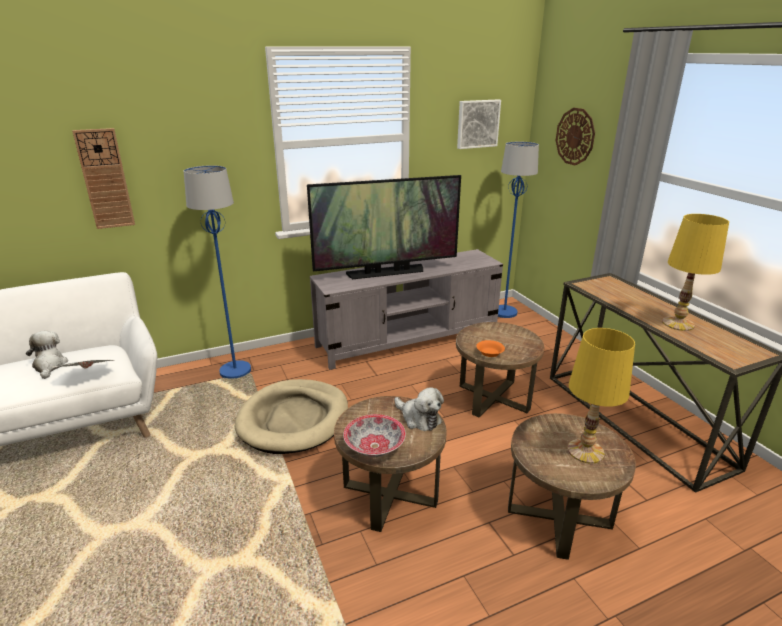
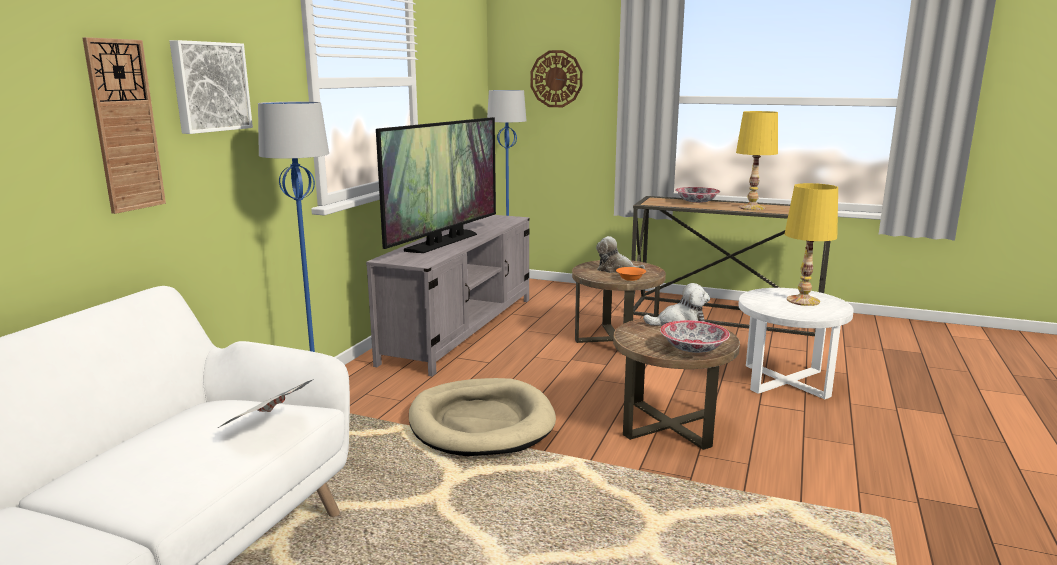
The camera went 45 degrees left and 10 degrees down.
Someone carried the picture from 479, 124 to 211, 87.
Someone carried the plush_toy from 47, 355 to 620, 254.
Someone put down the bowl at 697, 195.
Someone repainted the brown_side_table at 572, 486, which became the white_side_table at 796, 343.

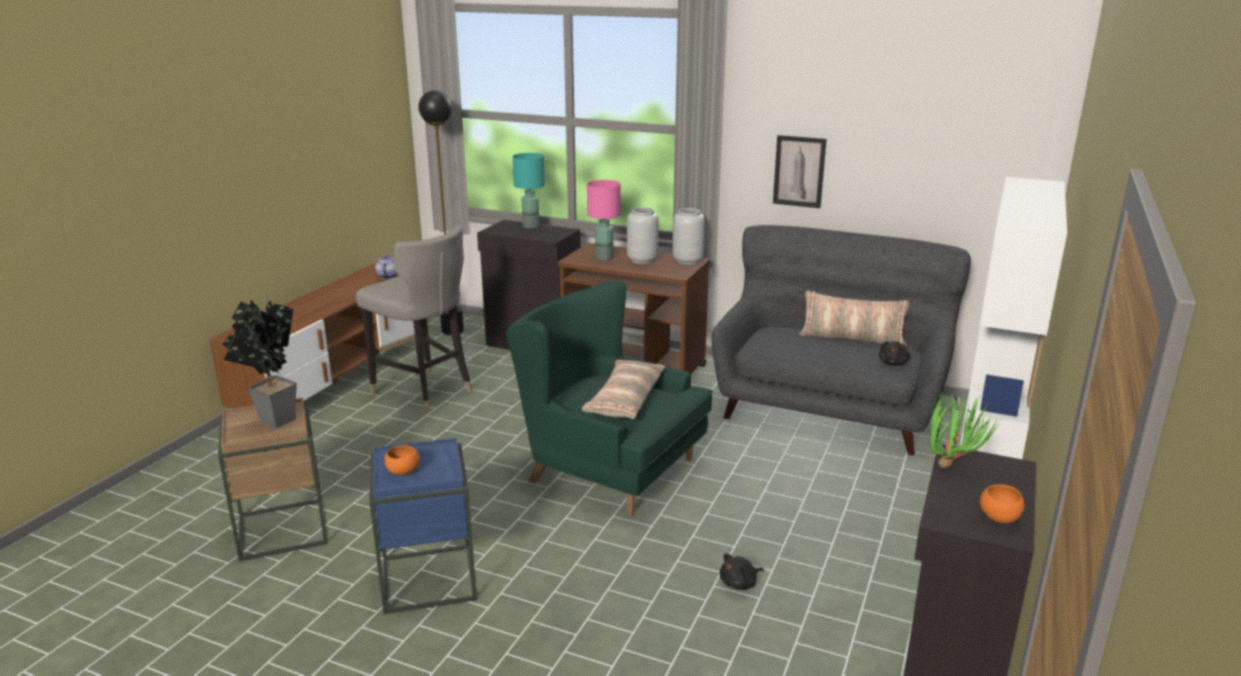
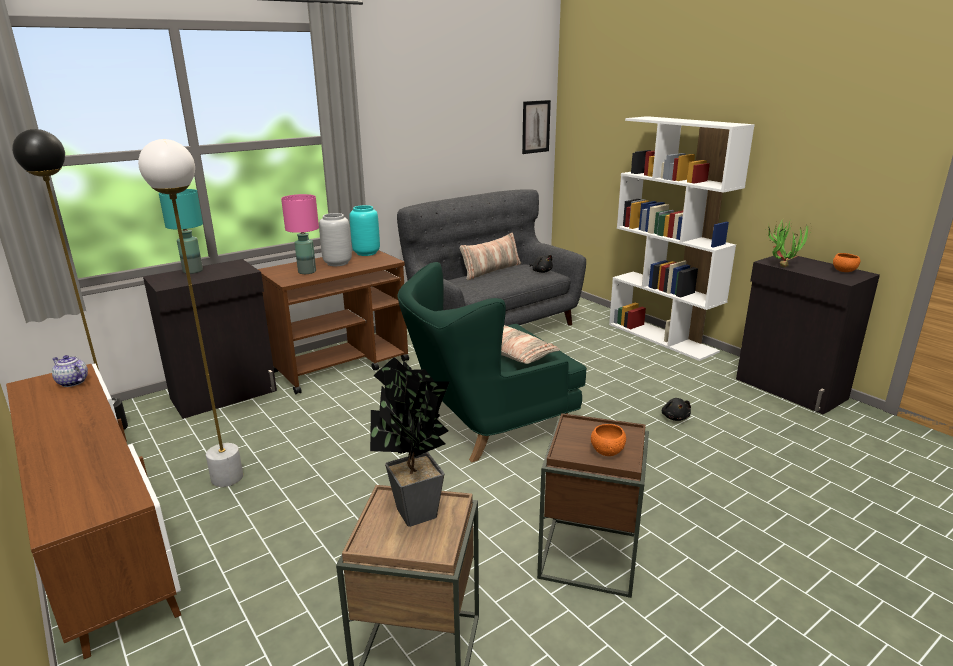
The camera went 60 degrees left and 0 degrees up.
Someone swapped the grey_stool at 414, 319 for the white_floor_lamp at 190, 313.
Someone repainted the grey_vase at 689, 236, which became the turquoise_vase at 364, 230.
Someone carried the picture from 800, 171 to 536, 127.
Someone repainted the blue_side_table at 423, 526, which became the brown_side_table at 593, 505.

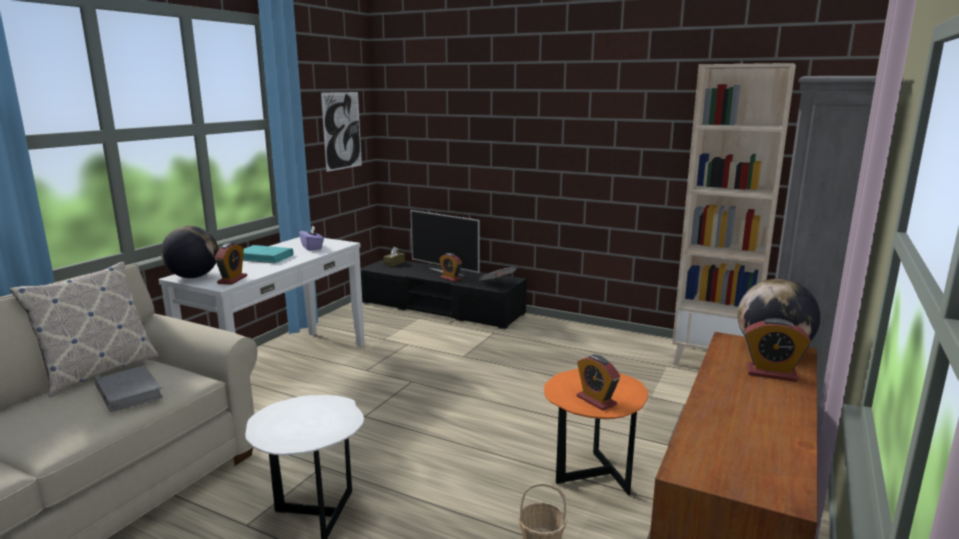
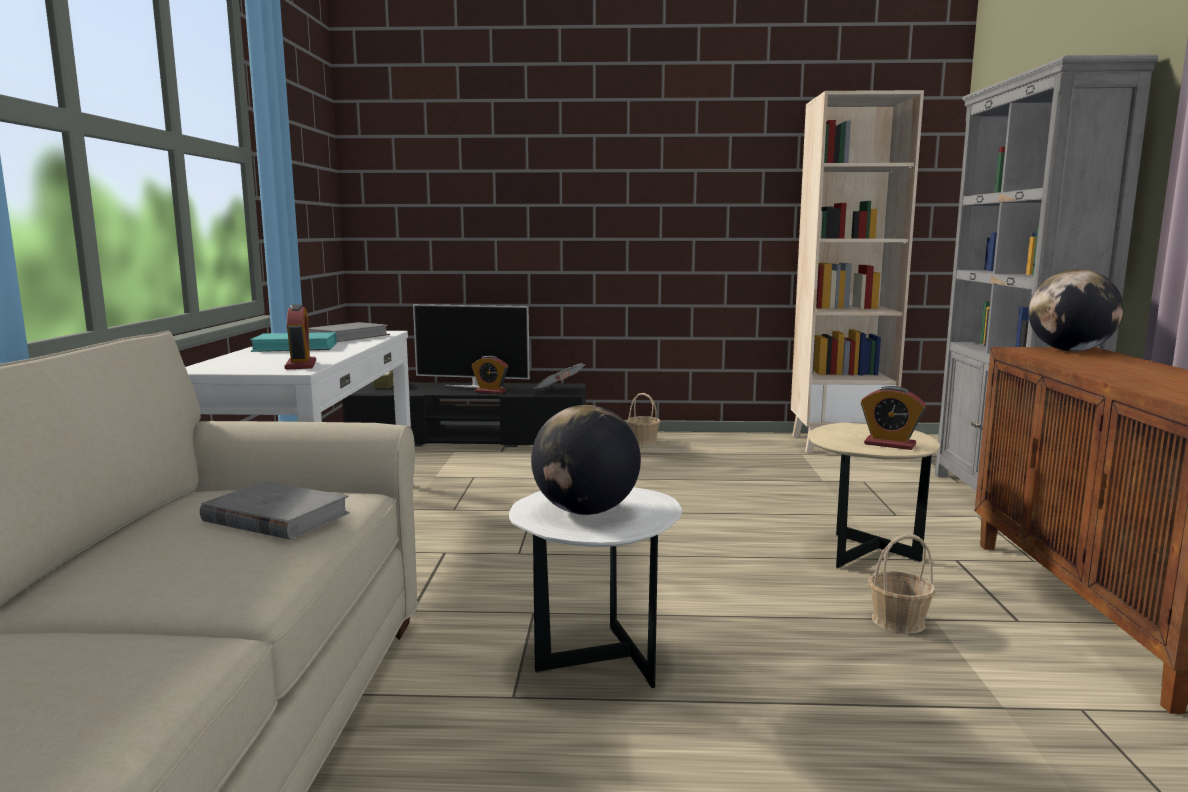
The camera went 25 degrees left and 5 degrees down.
Someone swapped the purple_tissue_box at 311, 238 for the grey_book at 349, 332.
Someone carried the globe from 189, 252 to 586, 460.
Someone put down the basket at 644, 419.
Someone repainted the orange_side_table at 596, 432, which became the beige_side_table at 874, 496.
Someone took away the pillow at 84, 329.
Someone took away the picture at 341, 132.
Someone took away the alarm_clock at 777, 350.

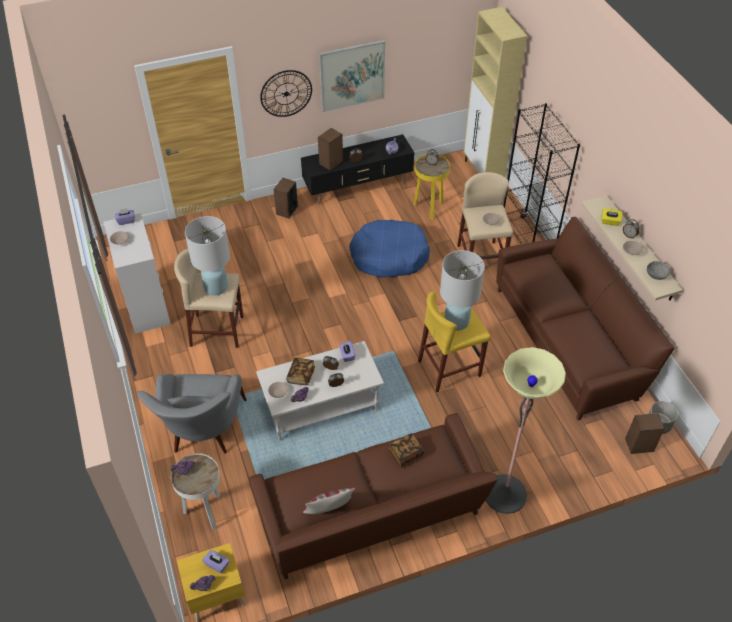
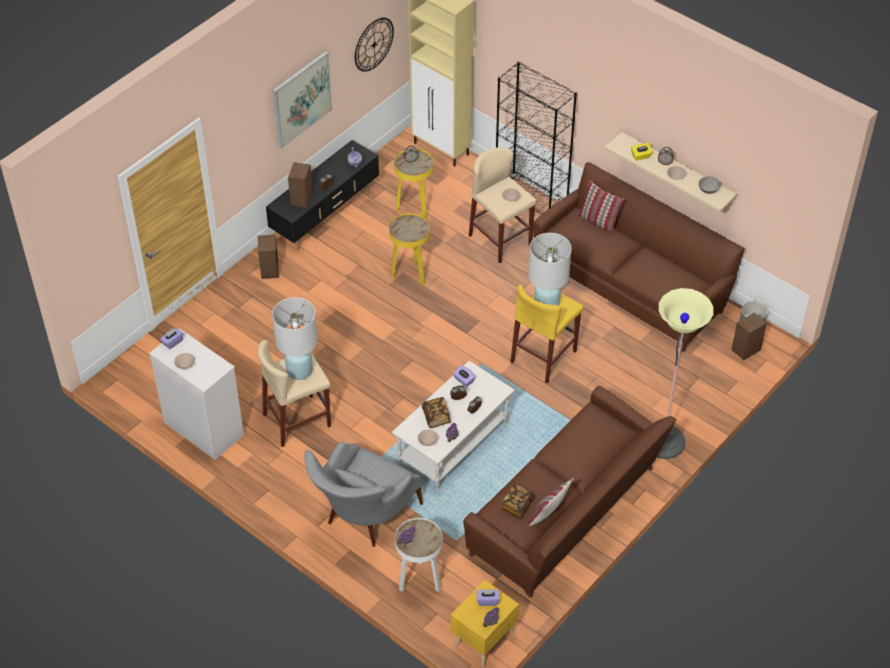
The camera went 30 degrees left and 0 degrees up.
Someone rotated the grey_armchair at 192, 414 by 60 degrees clockwise.
Someone carried the wall_clock from 286, 93 to 374, 45.
Someone swapped the blue_dog_bed at 389, 248 for the yellow_side_table at 409, 249.
Someone carried the book from 406, 450 to 517, 501.
Someone put down the pillow at 601, 207.

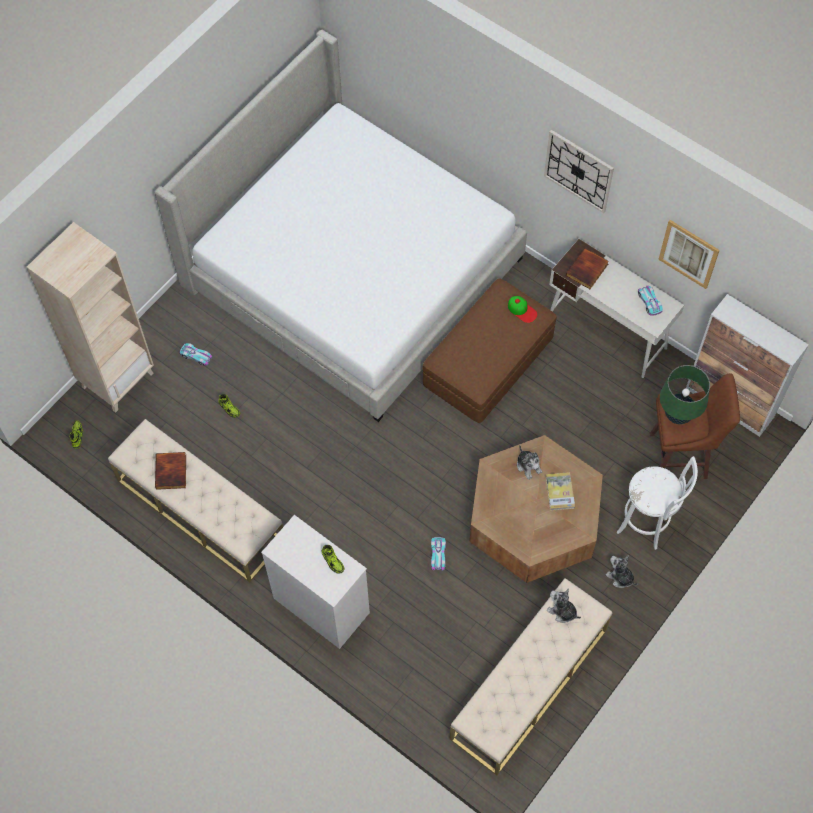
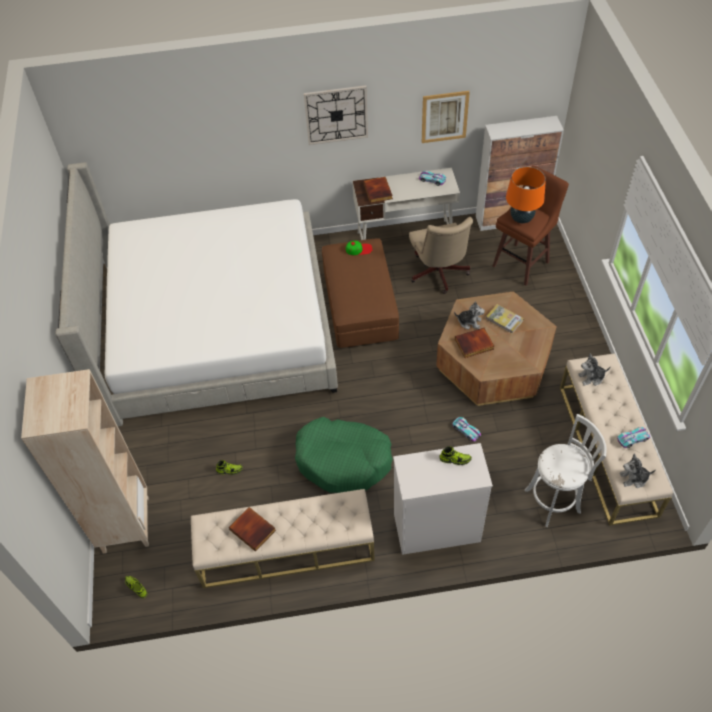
The camera went 45 degrees left and 10 degrees down.
Someone put down the green_dog_bed at 344, 455.
Someone put down the beige_office_chair at 441, 255.
Someone put down the book at 474, 343.
Someone repainted the green_table_lamp at 685, 394, which became the orange_table_lamp at 526, 195.
Someone carried the white_stool from 657, 503 to 565, 470.
Someone carried the toy_car from 195, 354 to 633, 437.
Someone carried the plush_toy from 621, 571 to 638, 471.

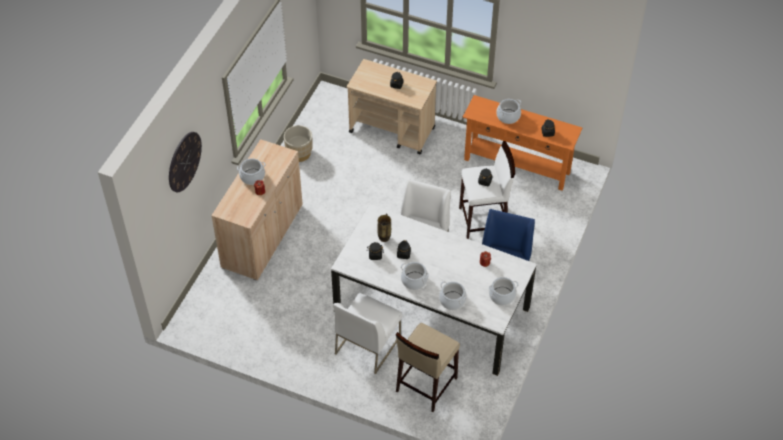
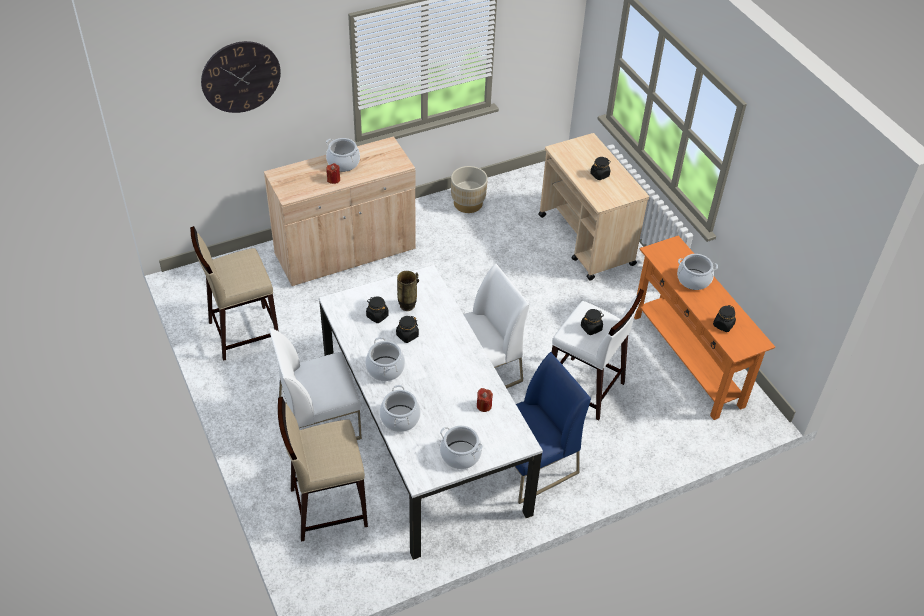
The camera went 40 degrees right and 5 degrees down.
Someone put down the beige_stool at 234, 293.

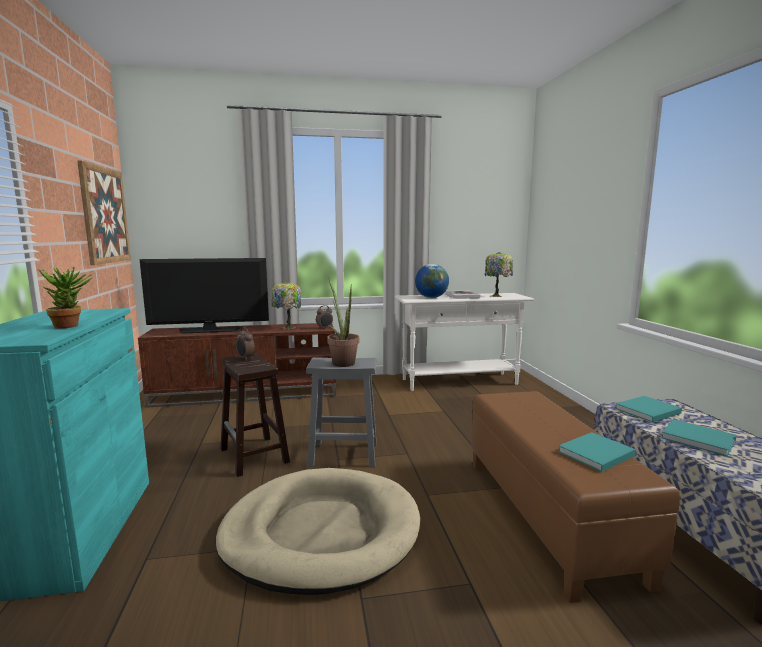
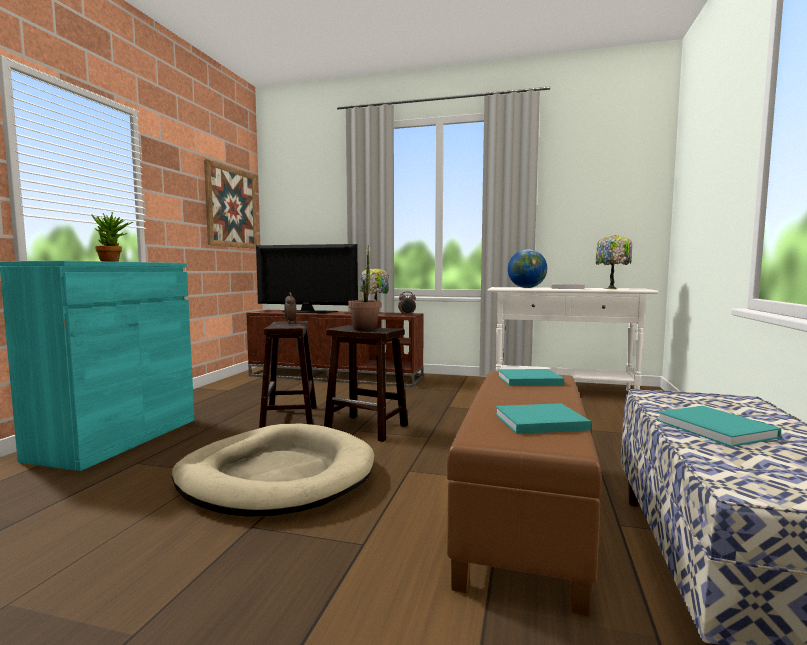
The camera went 25 degrees right and 5 degrees down.
Someone repainted the grey_stool at 341, 412, which became the brown_stool at 366, 383.
Someone carried the turquoise_book from 648, 409 to 531, 377.

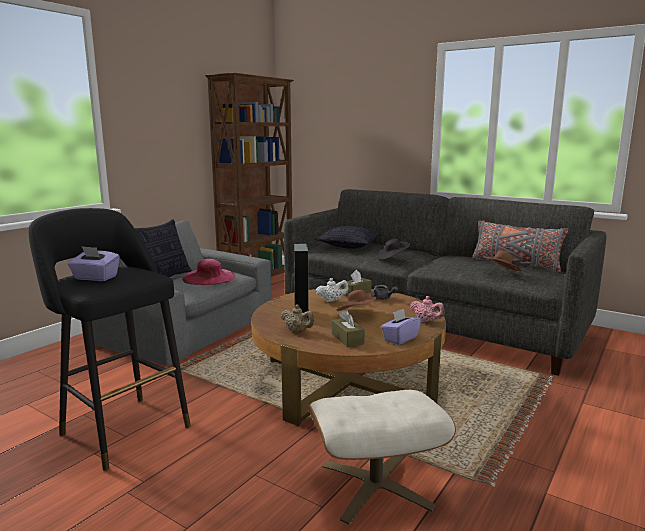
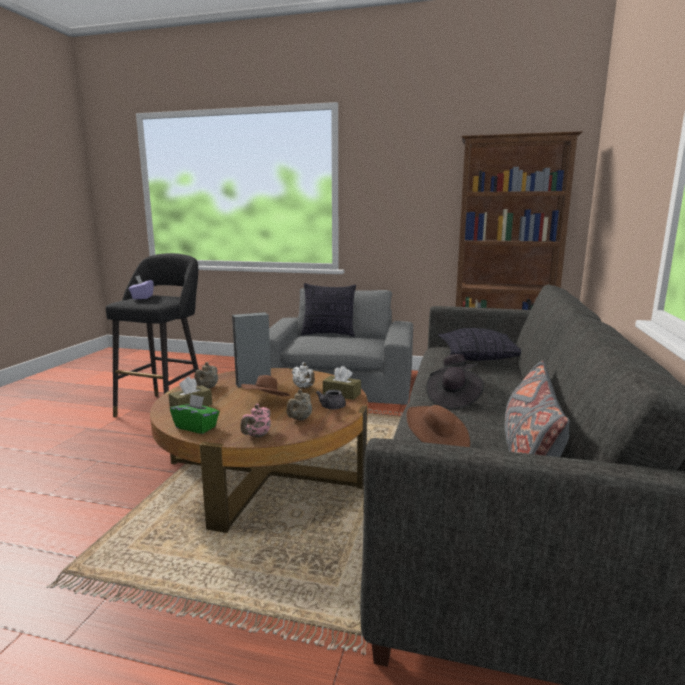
The camera went 70 degrees right and 0 degrees up.
Someone repainted the purple_tissue_box at 401, 326, which became the green_tissue_box at 195, 414.
Someone put down the beige_teapot at 299, 405.
Someone put down the black_hat at 455, 388.
Someone took away the pink_hat at 209, 272.
Someone took away the beige_ottoman at 382, 457.

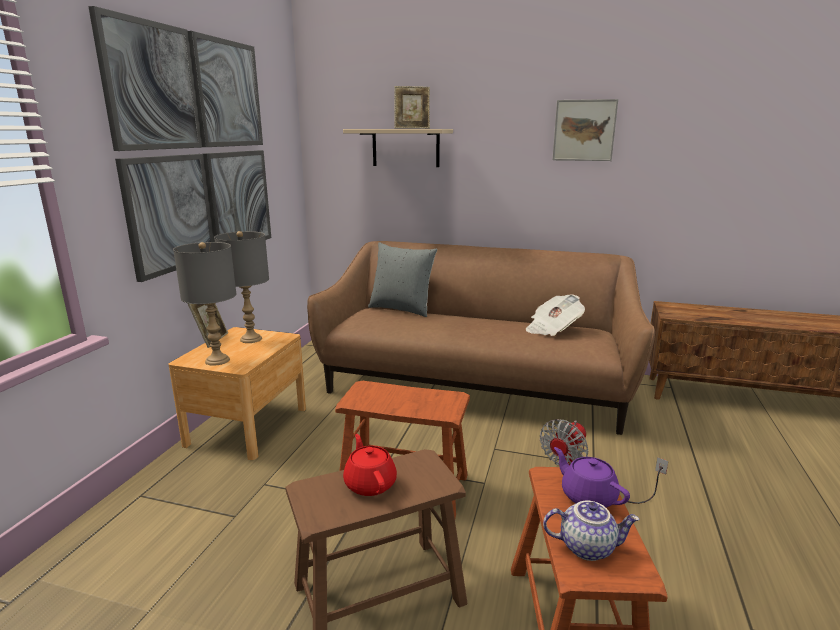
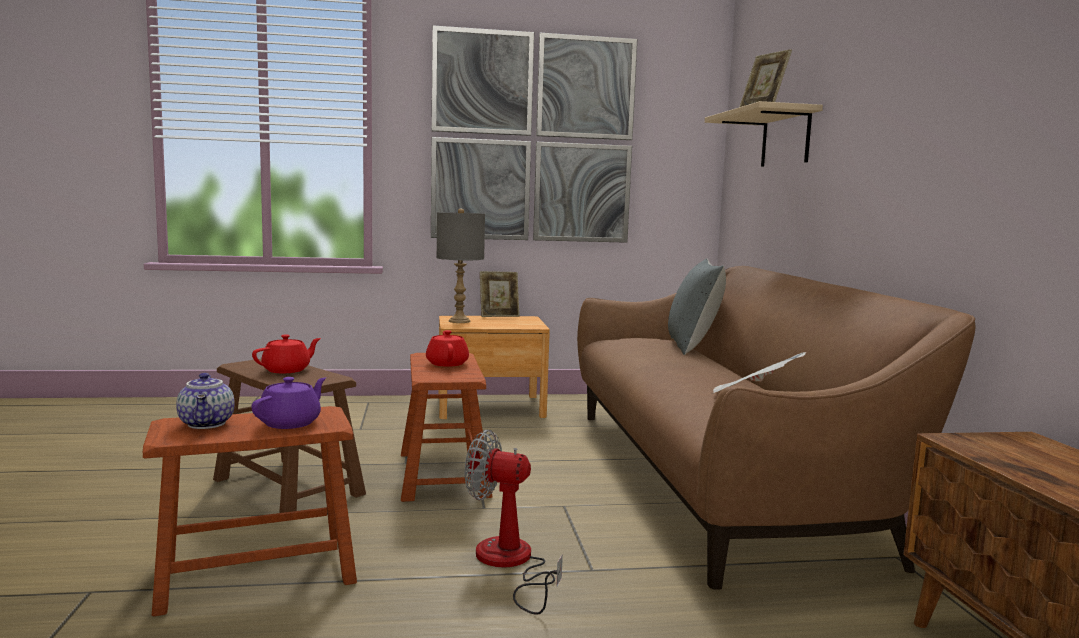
The camera went 65 degrees right and 10 degrees down.
Someone put down the red_teapot at 447, 348.
Someone took away the grey_table_lamp at 241, 287.
Someone took away the picture at 585, 130.

